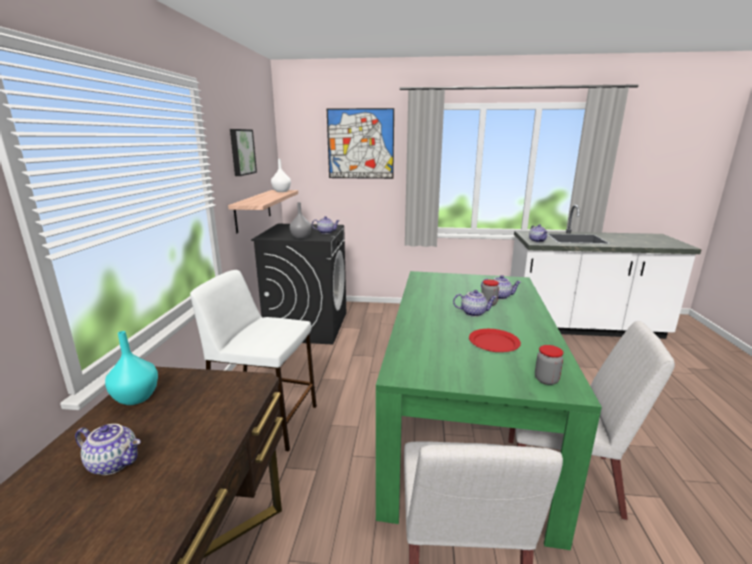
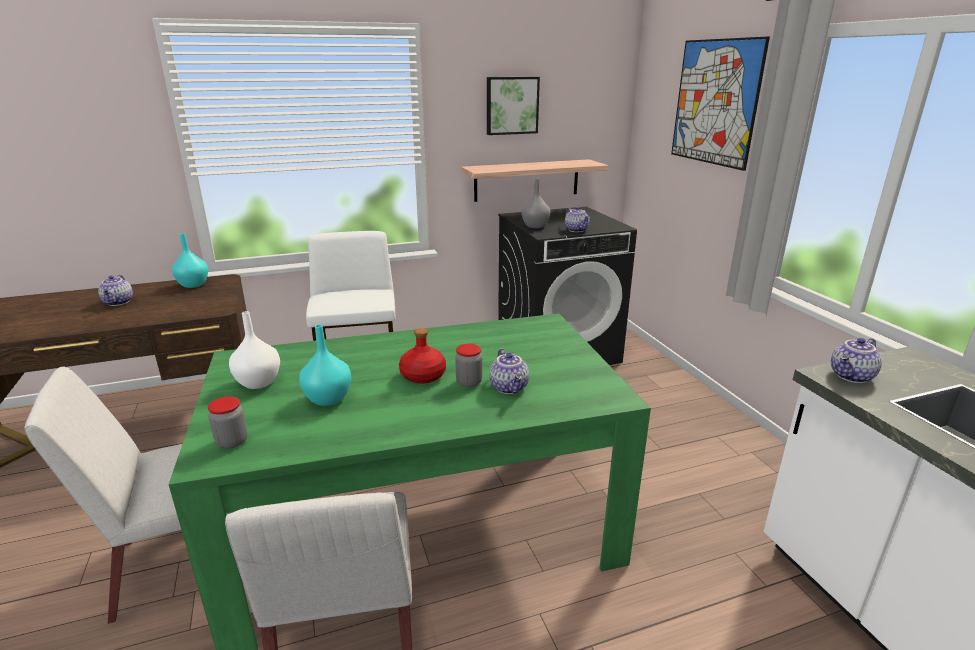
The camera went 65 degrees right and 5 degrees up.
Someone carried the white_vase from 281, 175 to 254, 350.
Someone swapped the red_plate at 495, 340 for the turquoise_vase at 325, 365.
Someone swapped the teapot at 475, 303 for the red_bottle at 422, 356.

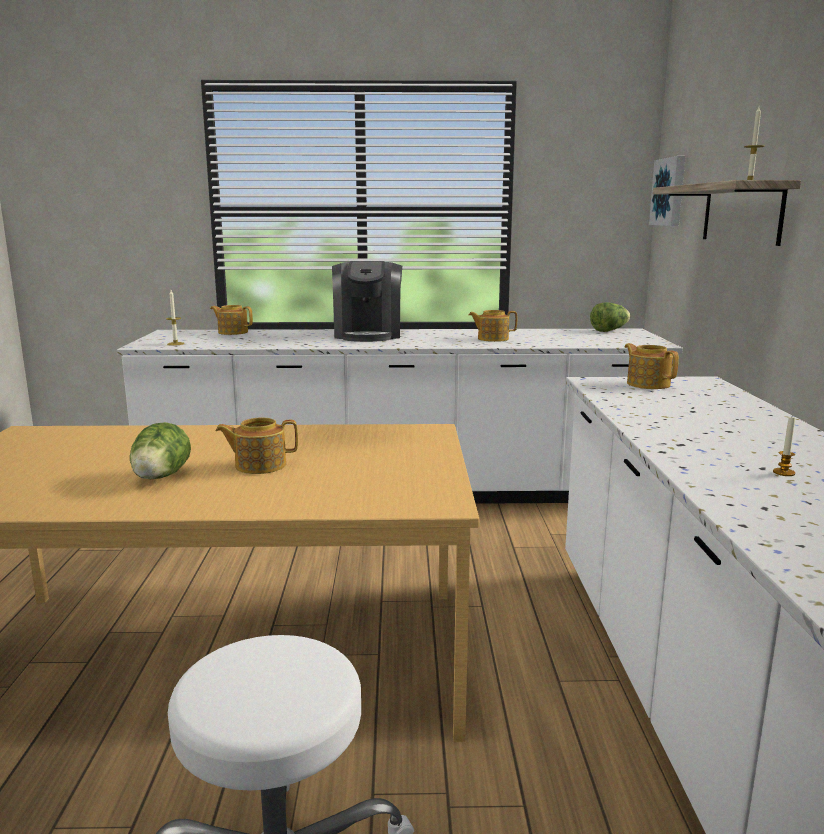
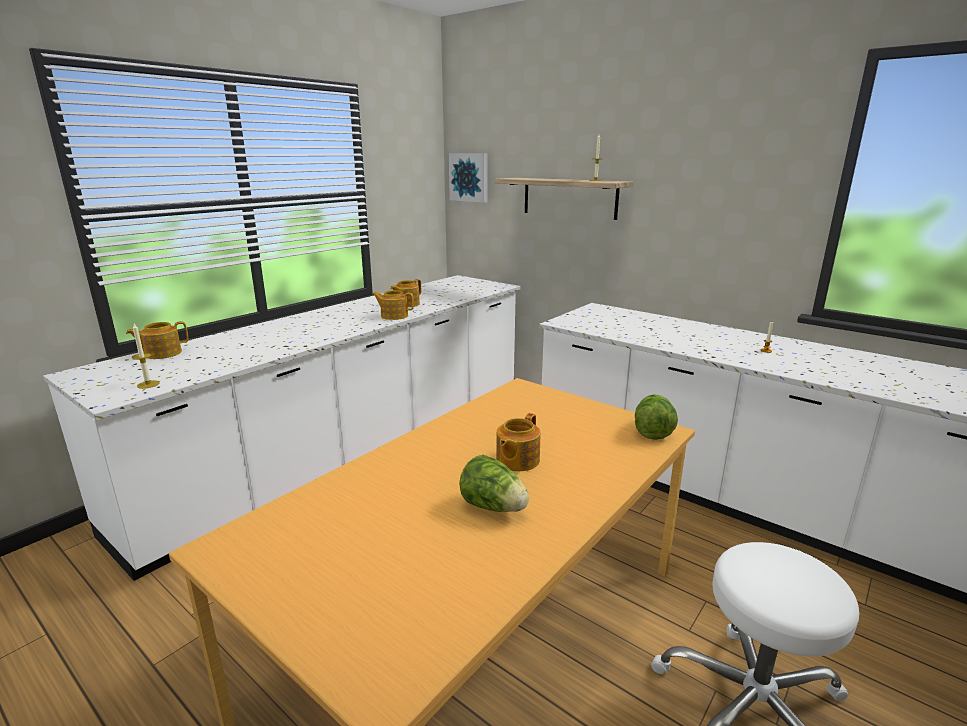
The camera went 50 degrees left and 5 degrees up.
Someone carried the teapot from 651, 366 to 393, 305.
Someone carried the lettuce from 610, 317 to 656, 417.
Someone took away the coffee_machine at 367, 301.

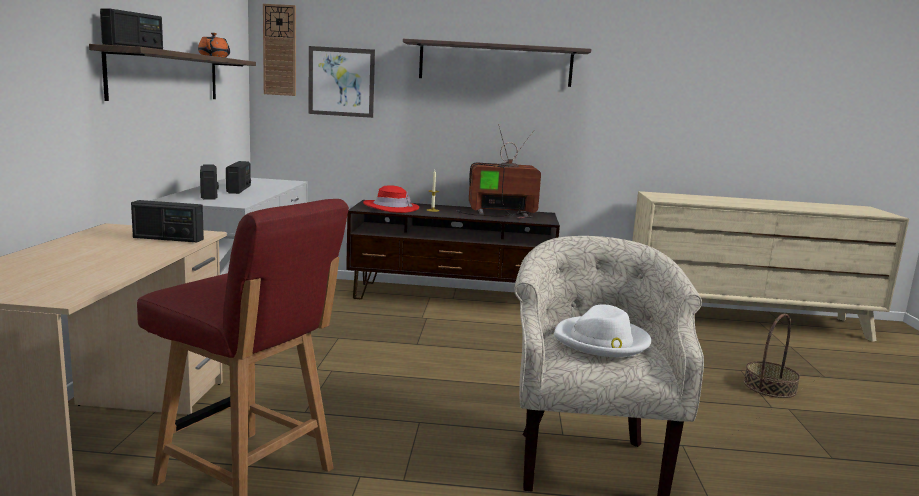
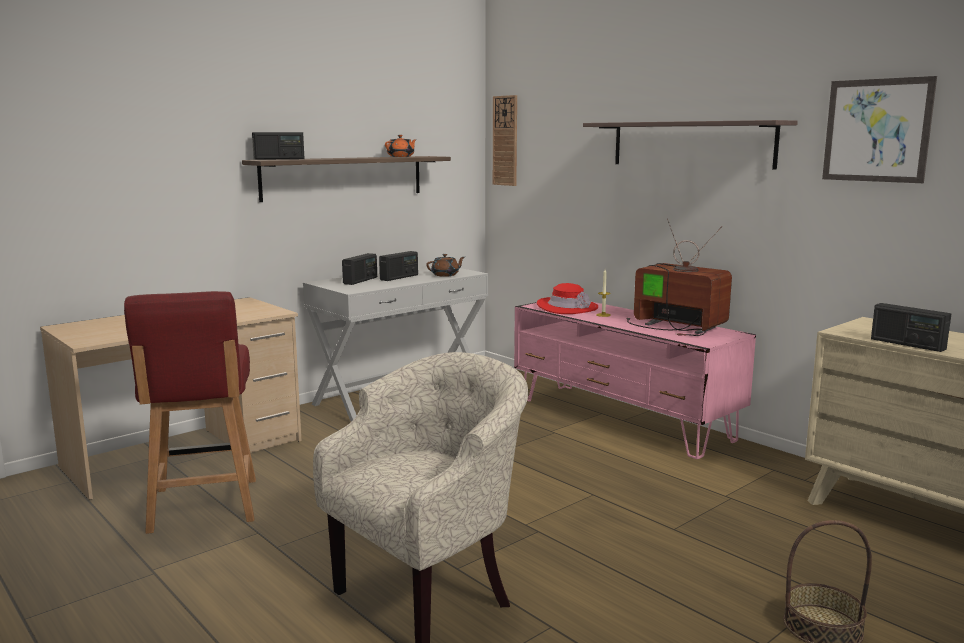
The camera went 45 degrees right and 0 degrees up.
Someone put down the brown_teapot at 445, 265.
Someone repainted the brown_tv_stand at 453, 249, which became the pink_tv_stand at 635, 380.
Someone carried the picture from 341, 82 to 879, 129.
Someone carried the radio from 167, 221 to 911, 327.
Someone took away the white_hat at 602, 330.

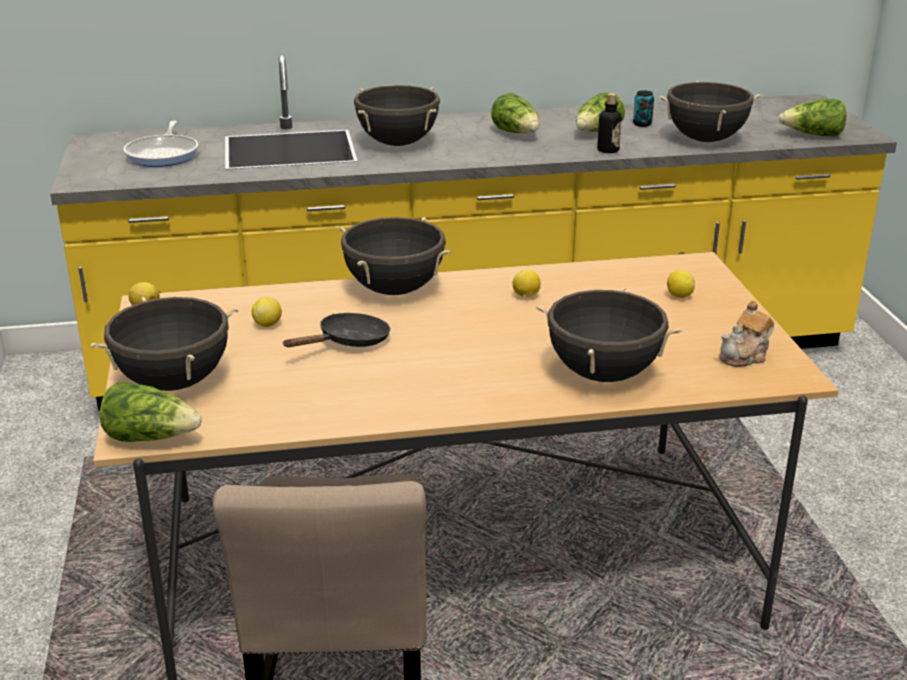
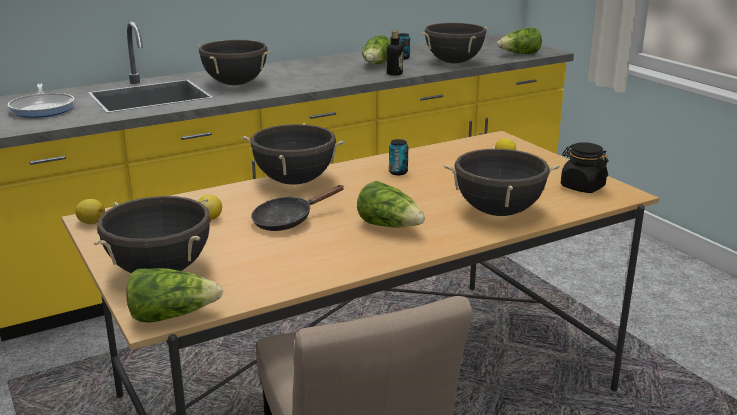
The camera went 20 degrees left and 5 degrees down.
Someone rotated the black_frying_pan at 337, 330 by 150 degrees counterclockwise.
Someone carried the lettuce from 515, 113 to 391, 204.
Someone swapped the lemon at 526, 283 for the can at 398, 157.
Someone swapped the teapot at 746, 334 for the black_jar at 585, 167.

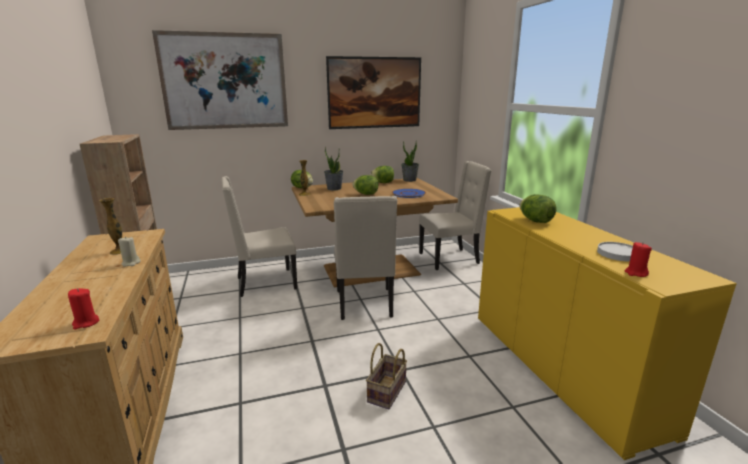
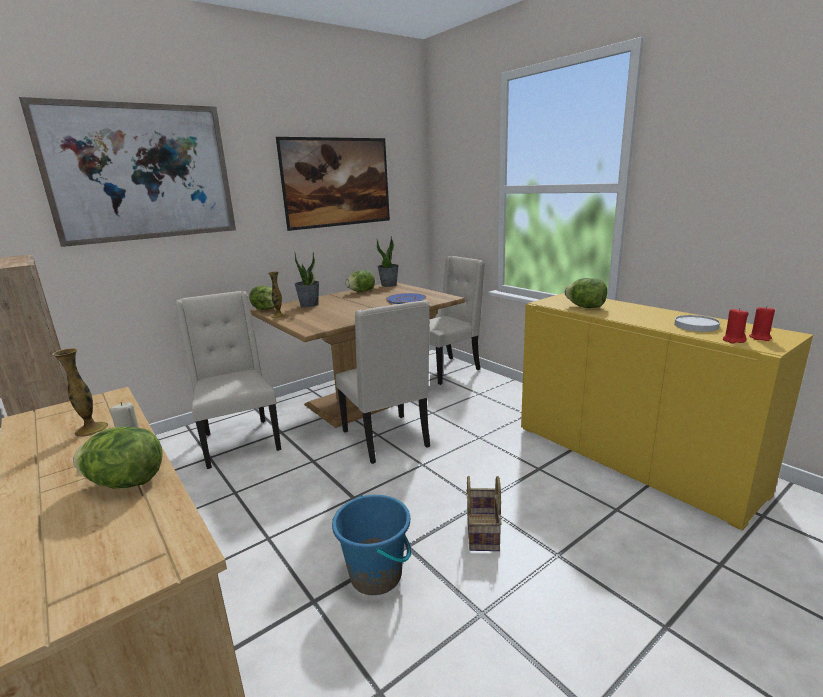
The camera went 20 degrees left and 0 degrees up.
Someone carried the lettuce from 365, 185 to 118, 458.
Someone rotated the beige_chair at 259, 236 by 105 degrees clockwise.
Someone put down the blue_bucket at 372, 545.
Someone carried the red_candle from 83, 309 to 762, 323.

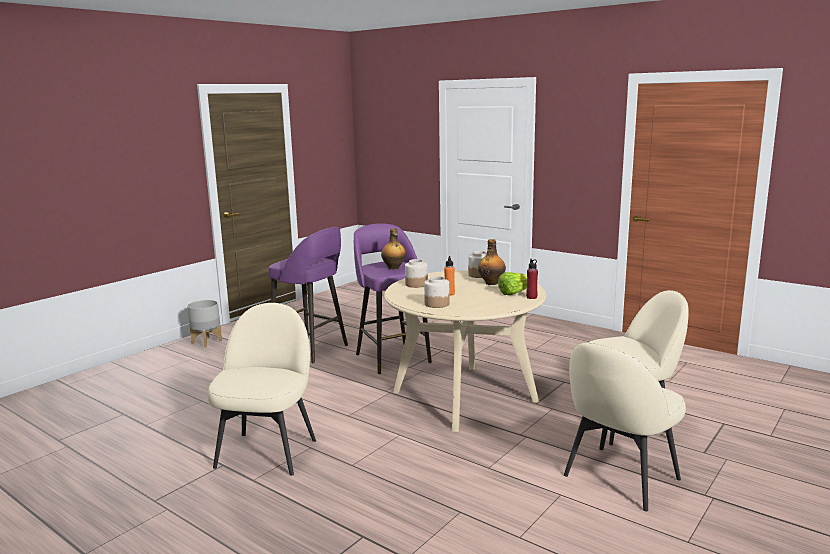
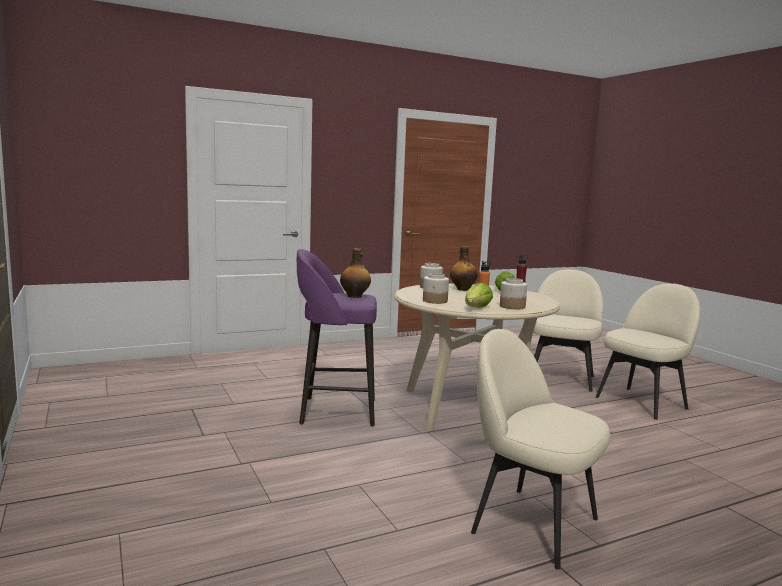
The camera went 65 degrees left and 5 degrees down.
Someone put down the lettuce at 479, 295.
Someone rotated the beige_chair at 625, 427 by 105 degrees counterclockwise.
Someone took away the grey_planter at 204, 323.
Someone took away the purple_stool at 308, 295.

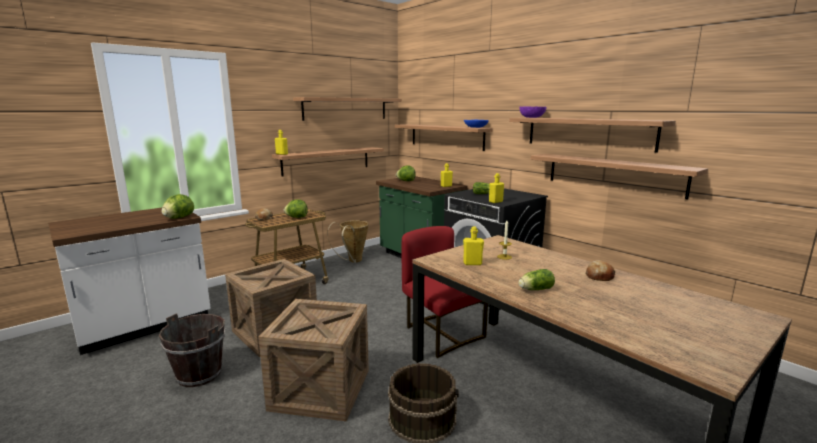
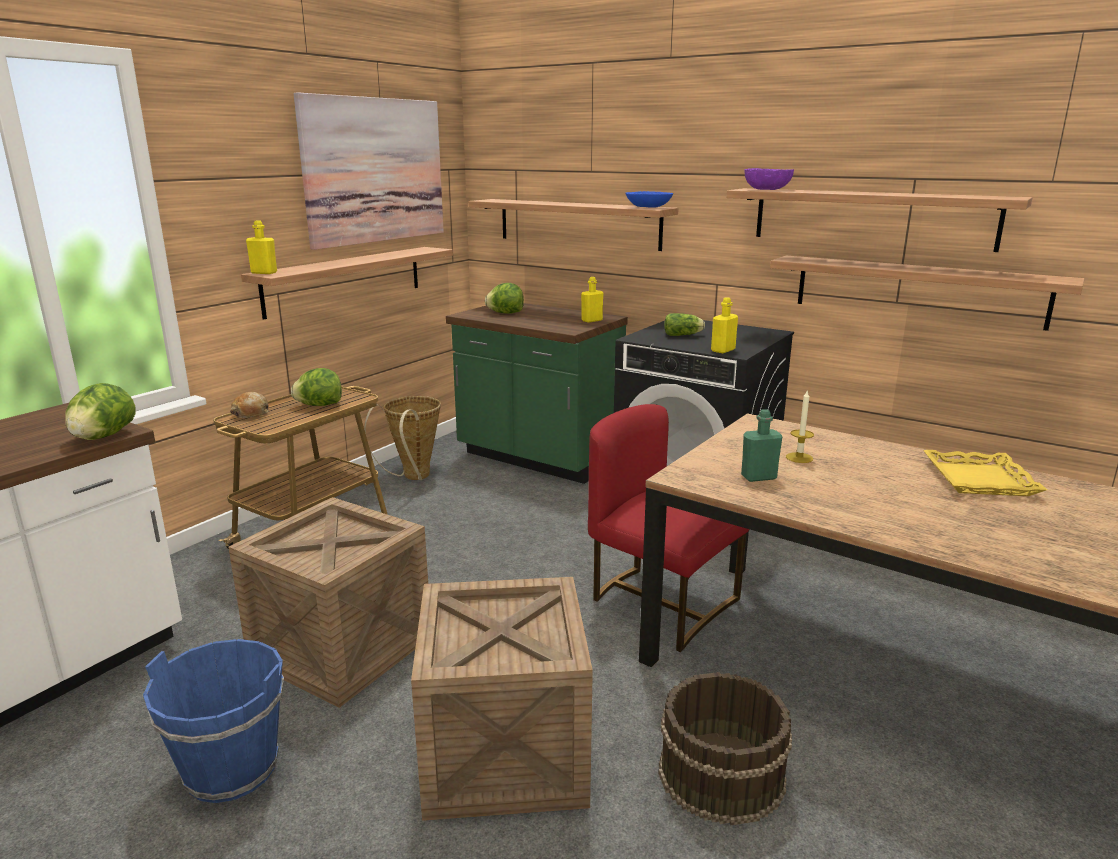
The camera went 15 degrees left and 5 degrees up.
Someone repainted the brown_bucket at 192, 350, which became the blue_bucket at 213, 721.
Someone swapped the shelf at 347, 109 for the picture at 369, 171.
Someone repainted the yellow_bottle at 473, 245, which became the green_bottle at 761, 445.
Someone swapped the bread at 601, 270 for the yellow_tray at 985, 473.
Someone took away the lettuce at 536, 279.

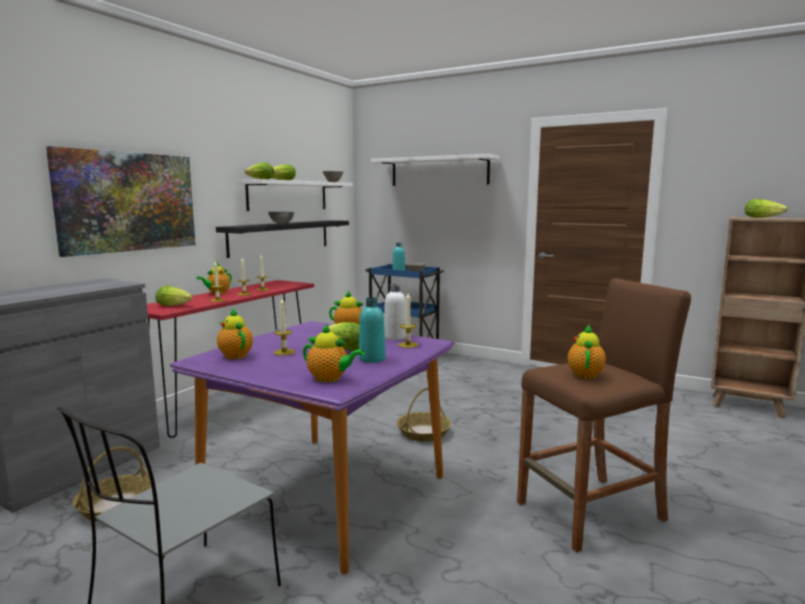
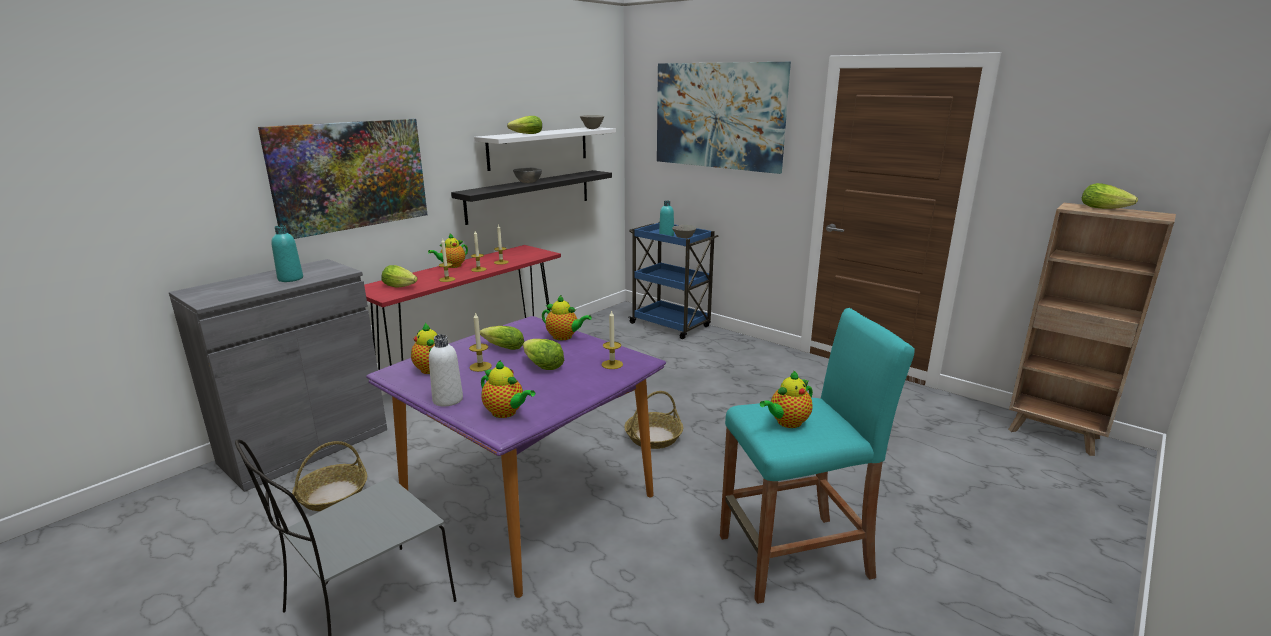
The camera went 10 degrees right and 10 degrees up.
Someone carried the turquoise_bottle from 372, 330 to 287, 253.
Someone carried the white_bottle from 395, 312 to 446, 370.
Someone carried the lettuce from 259, 170 to 502, 338.
Someone swapped the white_shelf at 435, 170 for the picture at 724, 118.
Someone repainted the brown_stool at 604, 415, which became the turquoise_stool at 817, 456.
Someone rotated the teapot at 586, 352 by 150 degrees counterclockwise.

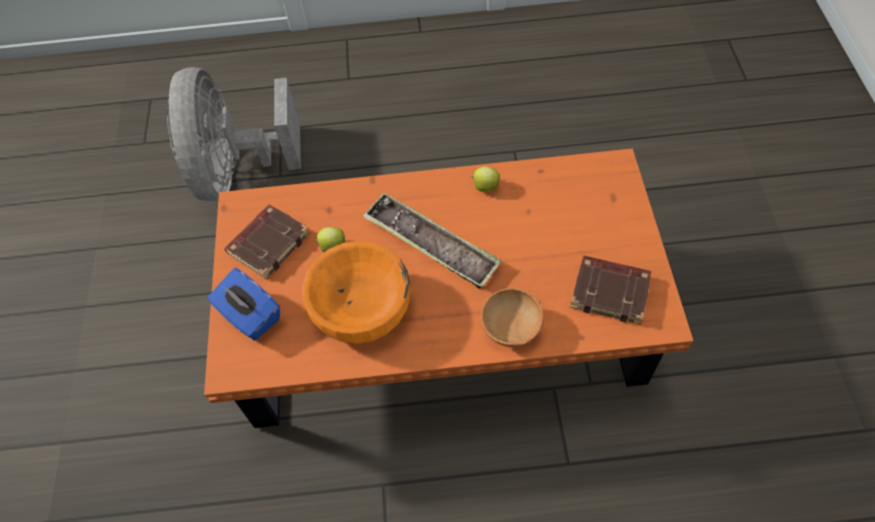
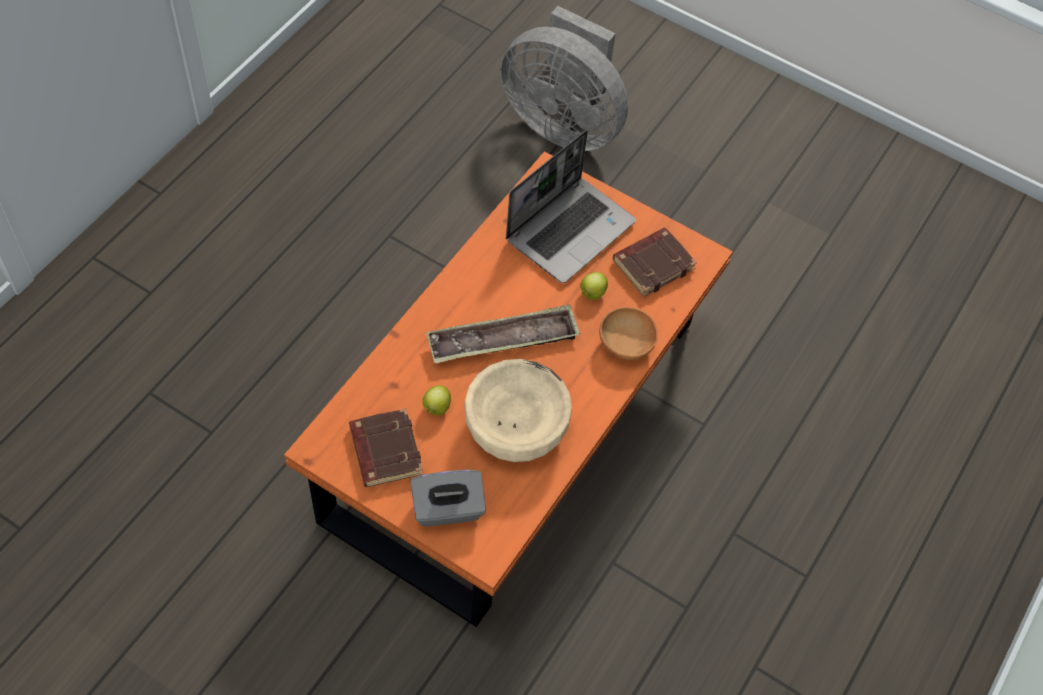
The camera went 60 degrees left and 0 degrees up.
Someone repainted the blue_tissue_box at 244, 304, which became the grey_tissue_box at 448, 498.
Someone repainted the orange_bowl at 356, 292, which became the beige_bowl at 518, 410.
Someone carried the grey_fan from 234, 134 to 564, 78.
Someone put down the laptop at 571, 206.
Someone carried the apple from 485, 179 to 594, 286.

